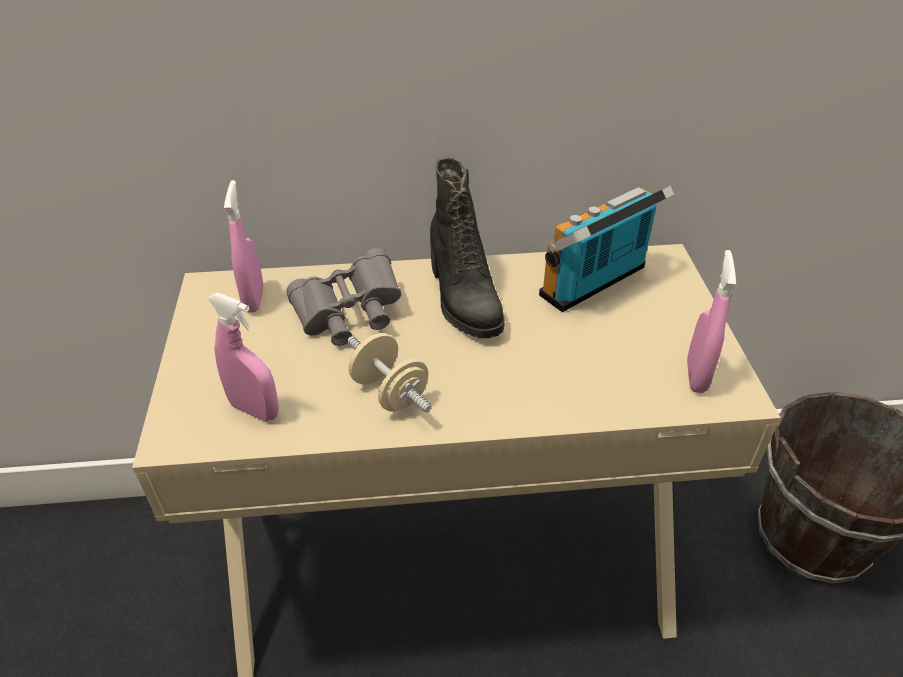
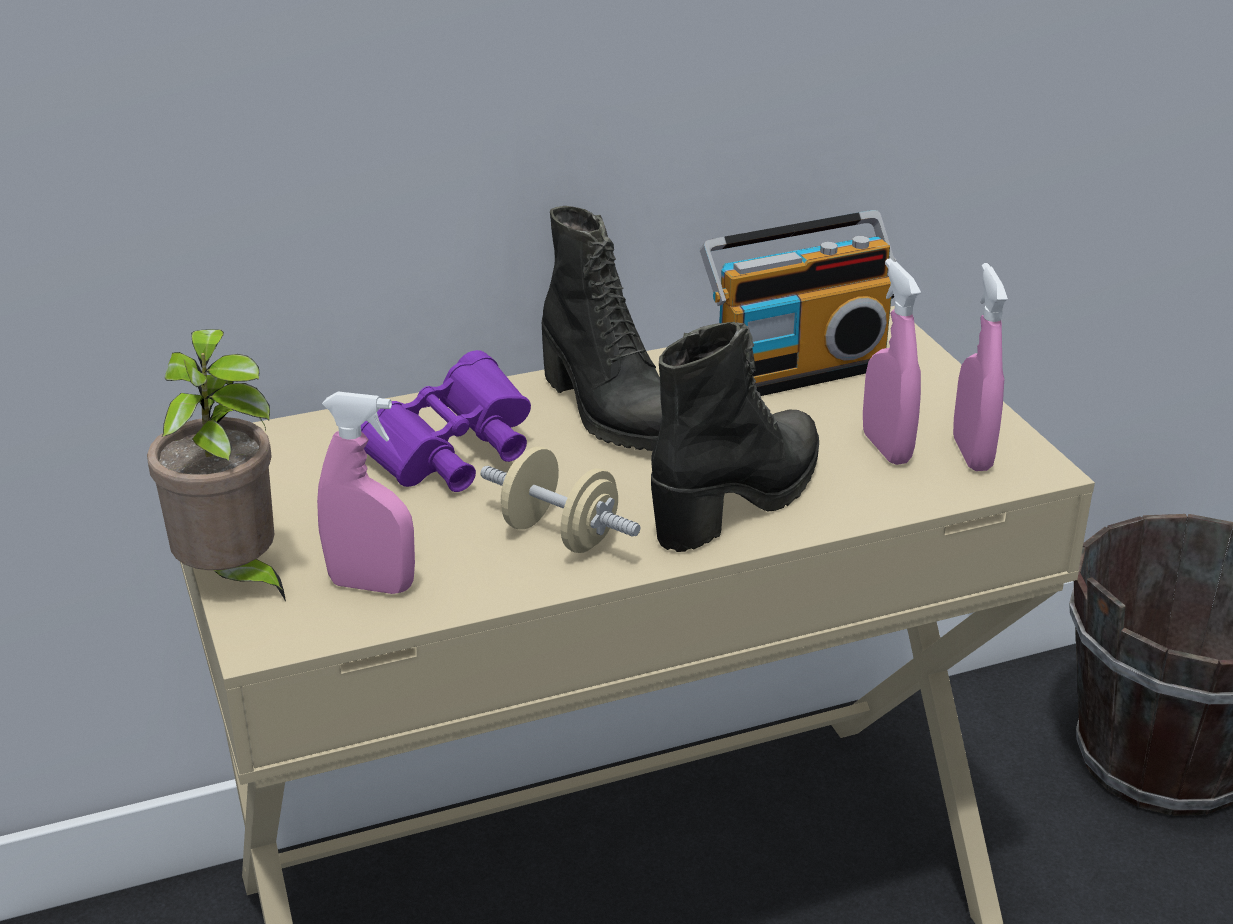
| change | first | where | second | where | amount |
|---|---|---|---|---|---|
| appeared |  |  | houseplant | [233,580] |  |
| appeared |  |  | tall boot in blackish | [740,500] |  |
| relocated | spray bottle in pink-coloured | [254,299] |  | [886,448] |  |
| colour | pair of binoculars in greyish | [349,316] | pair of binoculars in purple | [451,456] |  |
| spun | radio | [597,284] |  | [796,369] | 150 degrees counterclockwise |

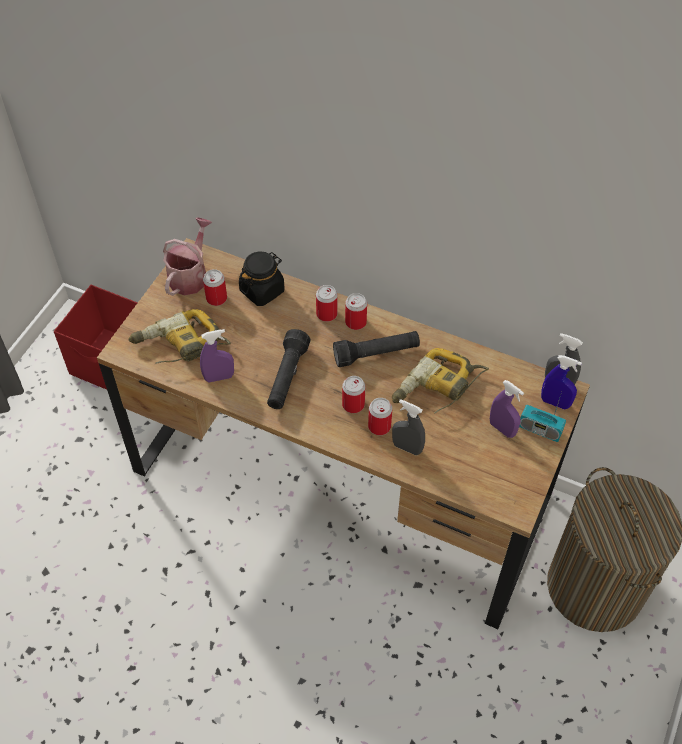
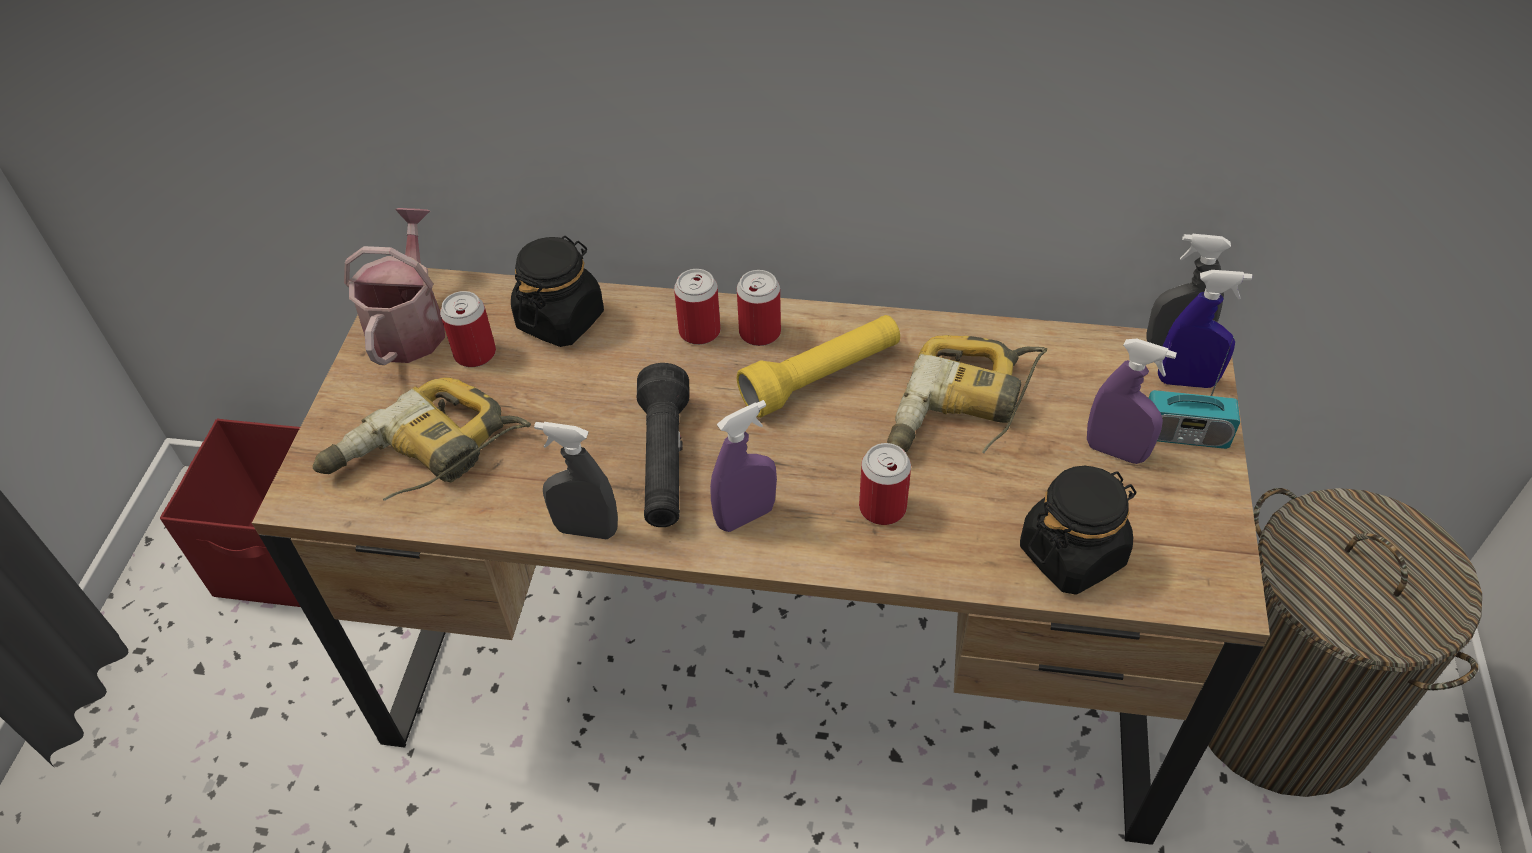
| change | first | where | second | where | amount |
|---|---|---|---|---|---|
| missing | metal can | [353,404] |  |  |  |
| appeared |  |  | storage jar in blackish | [1072,554] |  |
| relocated | spray bottle in purple | [219,377] |  | [745,516] |  |
| relocated | spray bottle in greyish | [407,448] |  | [586,530] |  |
| colour | flashlight in blackish | [376,354] | flashlight in yellowish | [821,378] |  |

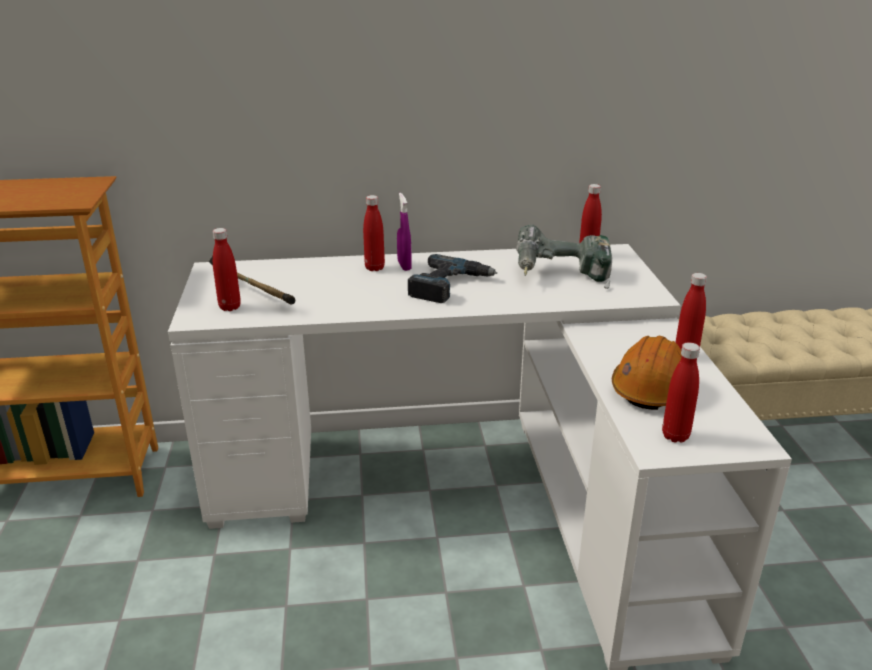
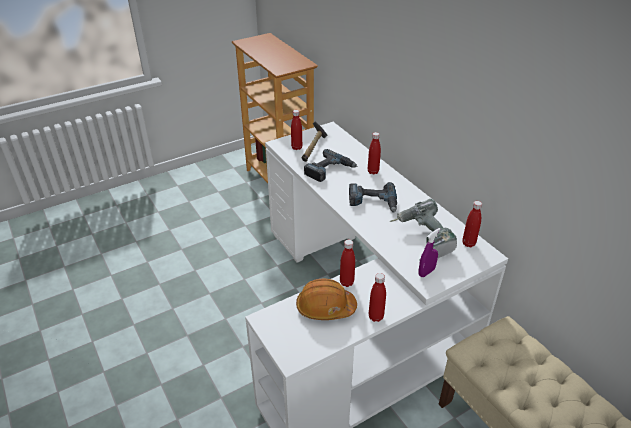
| change | first | where | second | where | amount |
|---|---|---|---|---|---|
| appeared |  |  | drill | [329,170] |  |
| relocated | spray bottle in purple | [404,266] |  | [426,272] |  |
| relocated | drink bottle in red-coloured | [675,436] |  | [346,282] |  |

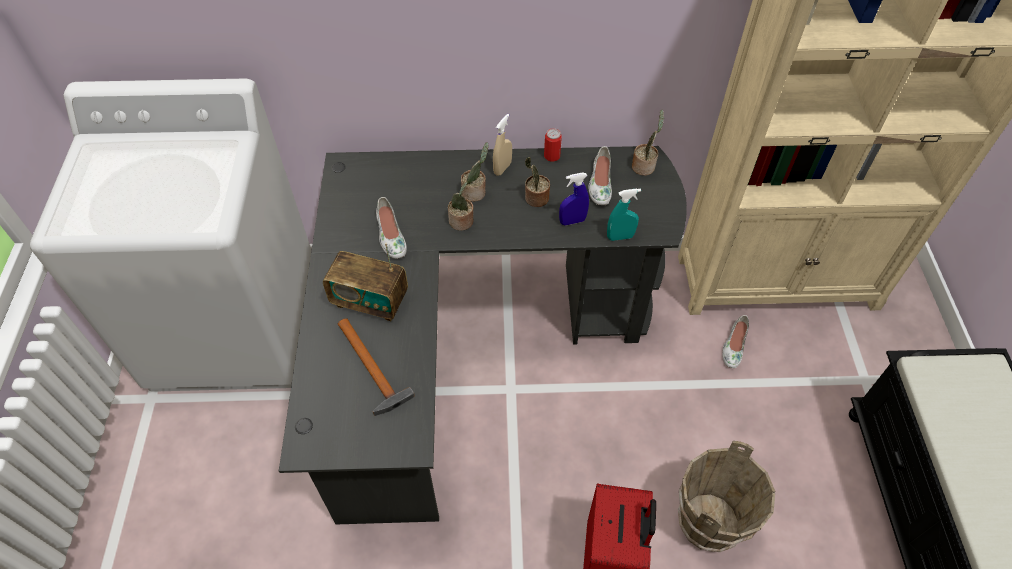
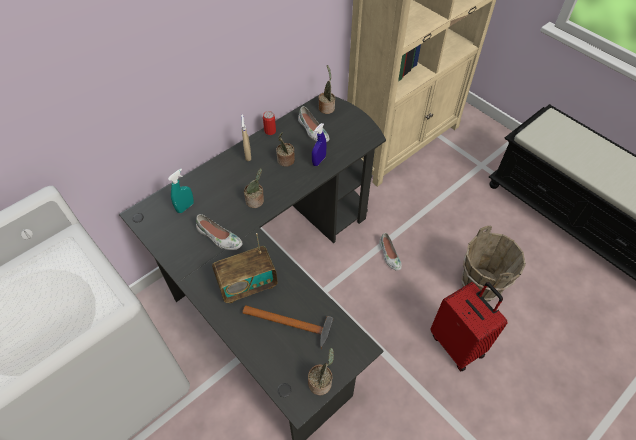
| change | first | where | second | where | amount |
|---|---|---|---|---|---|
| relocated | houseplant | [475,193] |  | [321,382] |  |
| relocated | spray bottle in turquoise-coloured | [620,237] |  | [185,207] |  |
| relocated | item of footwear in white-coloured | [734,346] |  | [389,255] |  |

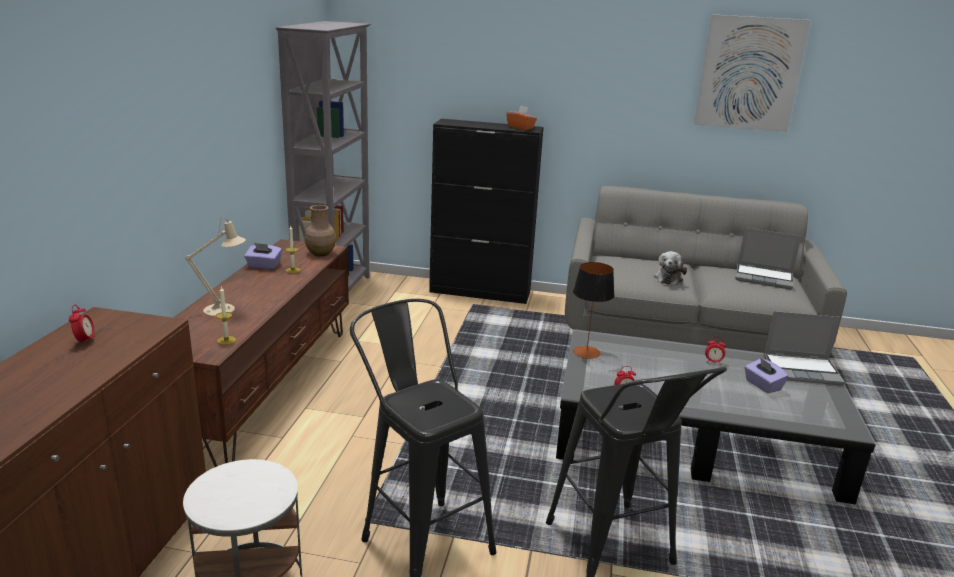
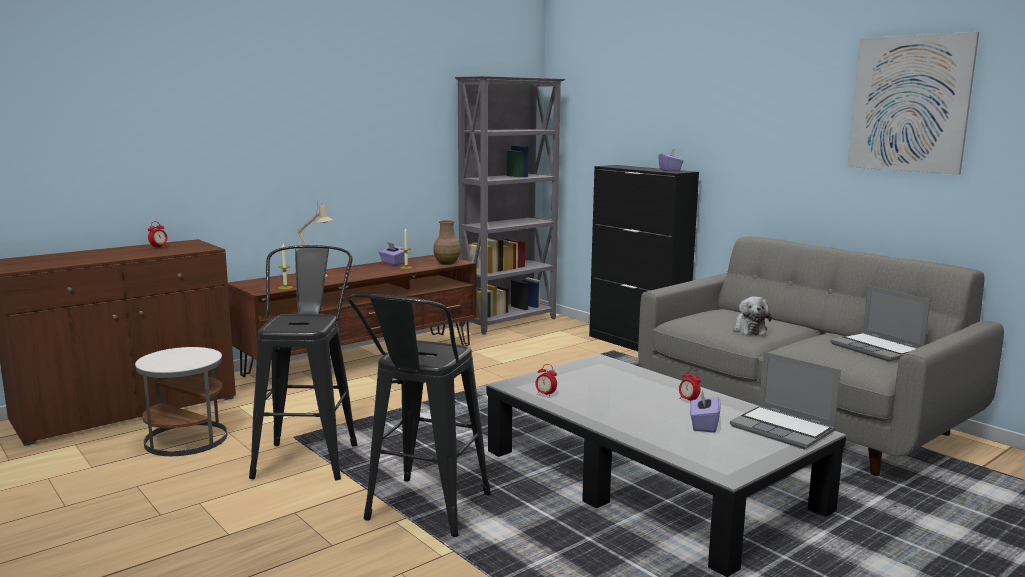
| change | first | where | second | where | amount |
|---|---|---|---|---|---|
| missing | tabletop lamp | [586,352] |  |  |  |
| colour | tissue box in orange | [520,128] | tissue box in purple | [670,170] |  |
| spun | cuddly toy | [668,278] |  | [749,329] | 60 degrees counterclockwise |

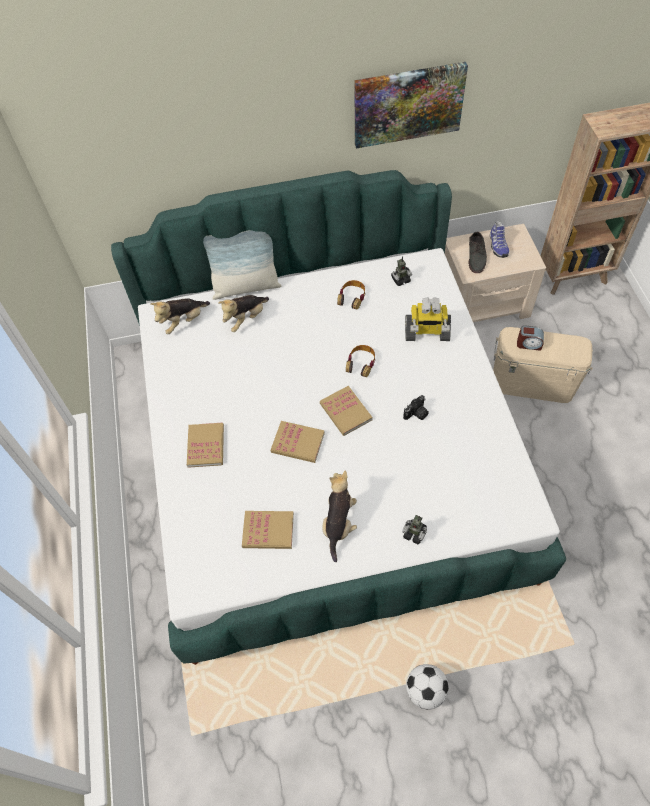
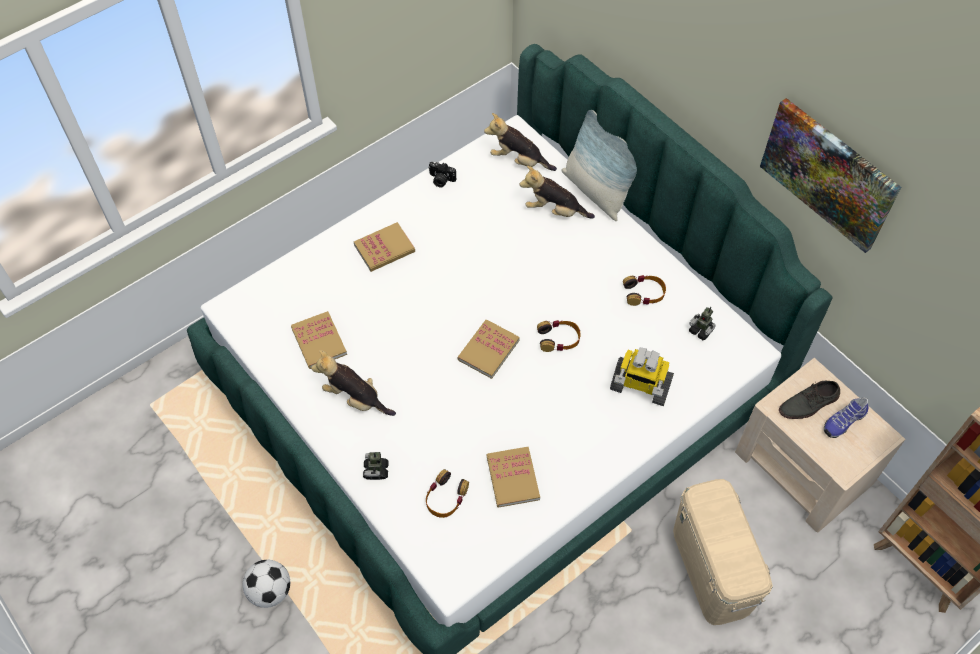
| change | first | where | second | where | amount |
|---|---|---|---|---|---|
| missing | table clock | [529,344] |  |  |  |
| appeared |  |  | pair of headphones | [446,497] |  |
| relocated | book | [298,443] |  | [513,478] |  |
| relocated | still camera | [416,414] |  | [441,180] |  |
| spun | cuddly toy | [339,523] |  | [355,398] | 135 degrees counterclockwise |
| spun | robot figure | [426,332] |  | [640,386] | 45 degrees counterclockwise |

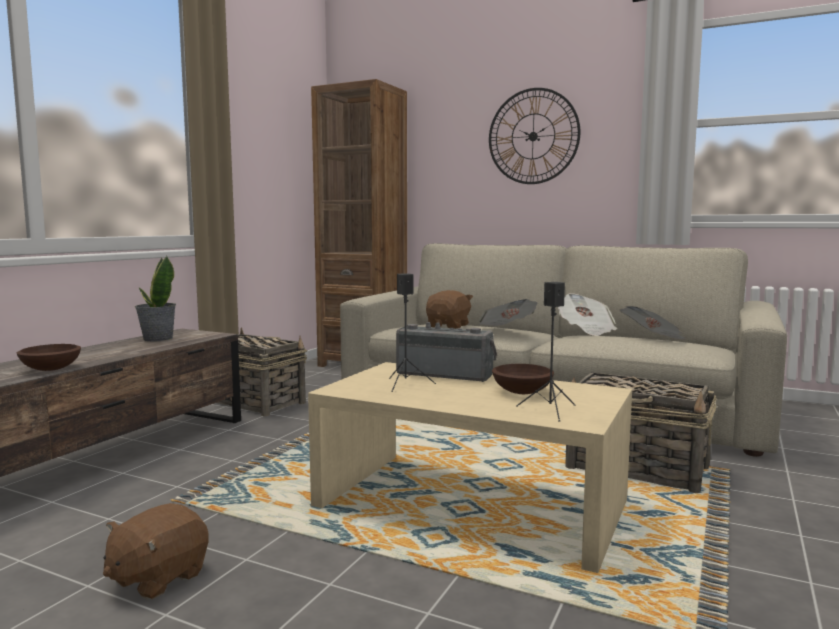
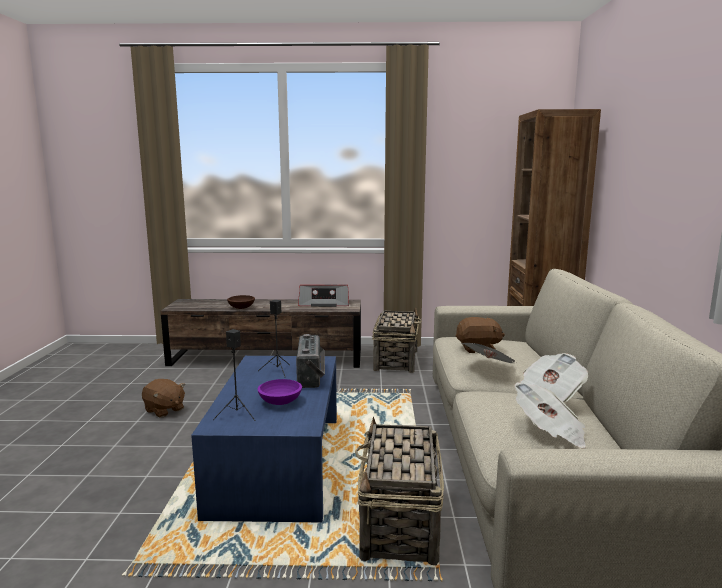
| change | first | where | second | where | amount |
|---|---|---|---|---|---|
| missing | hanging clock | [533,136] |  |  |  |
| exchanged | houseplant | [157,339] | radio | [324,303] |  |
| colour | low table in beige-coloured | [471,503] | low table in blue | [279,463] |  |
| colour | serving bowl in brown-coloured | [523,392] | serving bowl in purple | [280,402] |  |
| spun | cuddly toy in brown-coloured | [157,578] |  | [164,410] | 150 degrees counterclockwise |

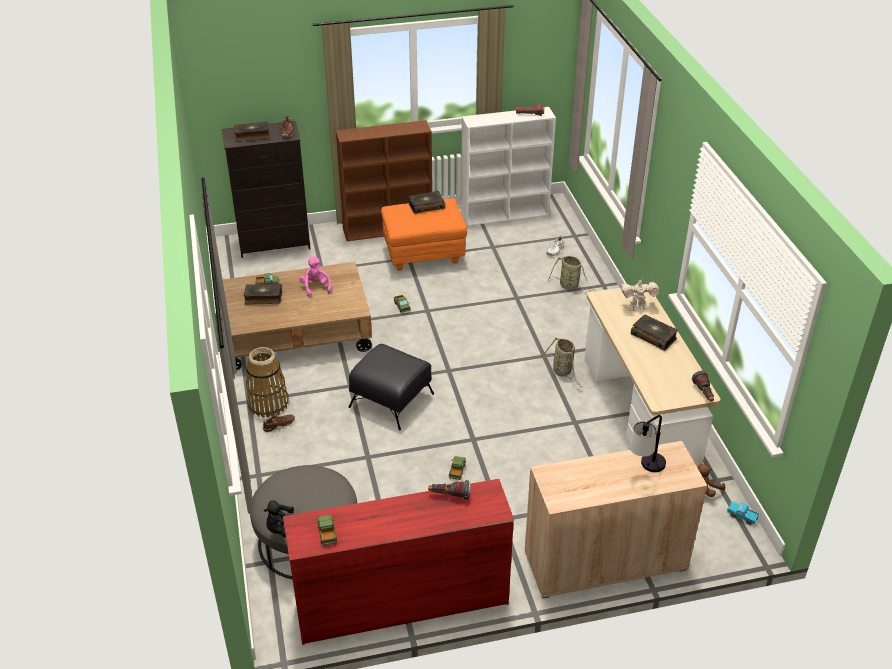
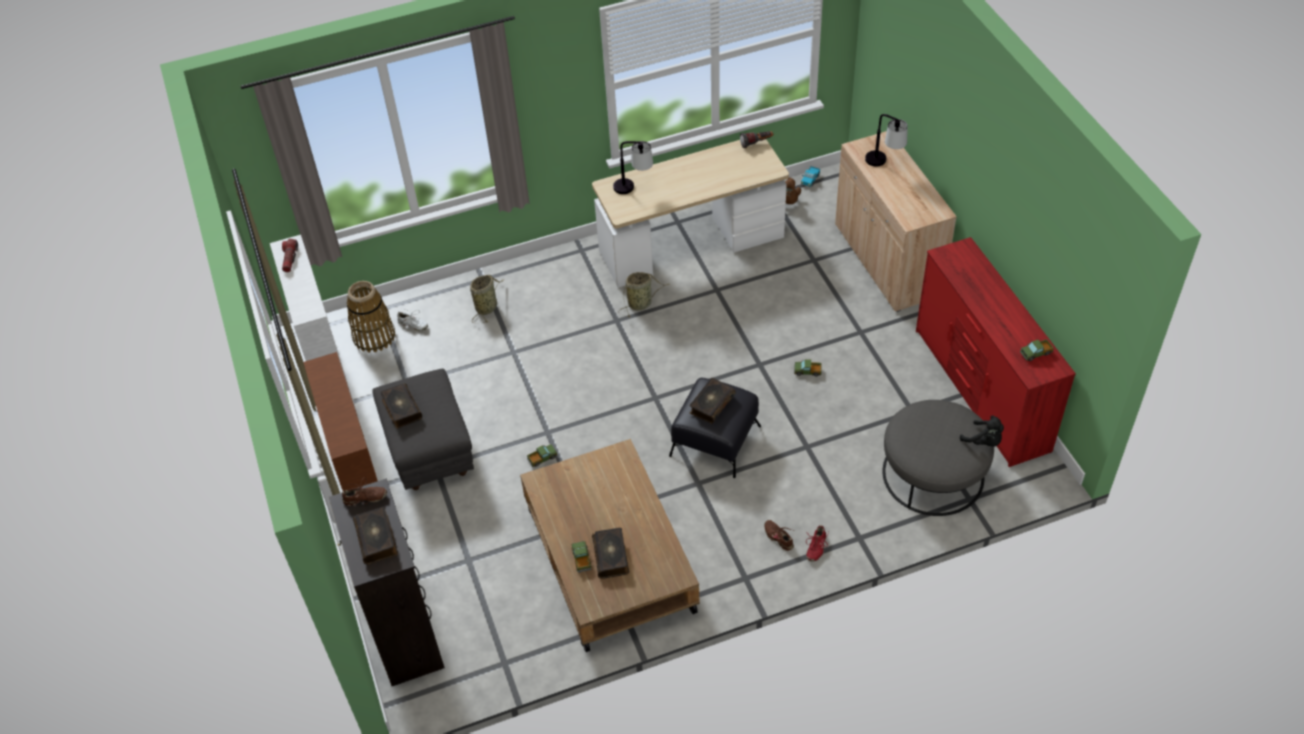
| change | first | where | second | where | amount |
|---|---|---|---|---|---|
| missing | cuddly toy in pink-coloured | [315,287] |  |  |  |
| missing | flashlight | [449,495] |  |  |  |
| appeared |  |  | item of footwear in red-coloured | [816,547] |  |
| relocated | storage basket | [268,403] |  | [374,337] |  |
| relocated | book | [654,336] |  | [711,404] |  |
| exchanged | robot figure | [637,307] | tabletop lamp | [633,187] |  |
| colour | pouffe in orange | [424,255] | pouffe in greyish | [429,452] |  |

